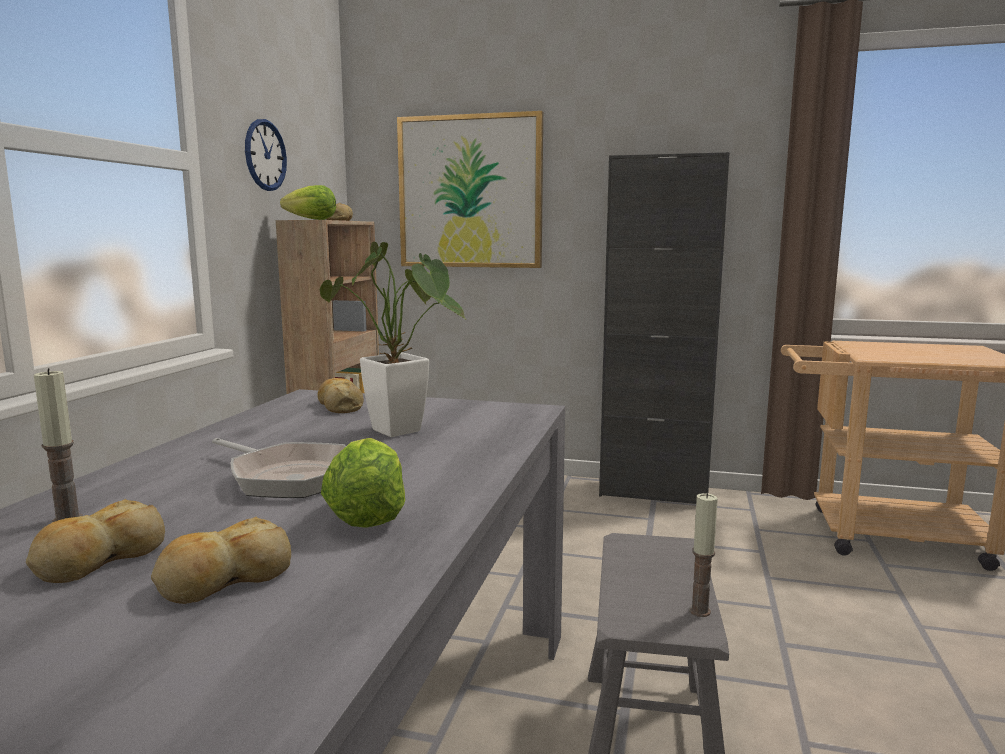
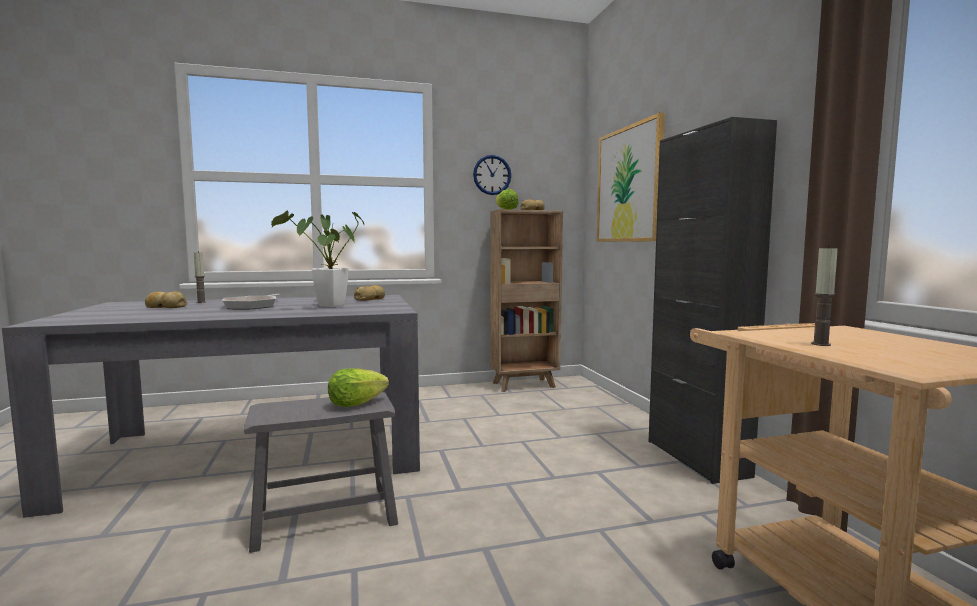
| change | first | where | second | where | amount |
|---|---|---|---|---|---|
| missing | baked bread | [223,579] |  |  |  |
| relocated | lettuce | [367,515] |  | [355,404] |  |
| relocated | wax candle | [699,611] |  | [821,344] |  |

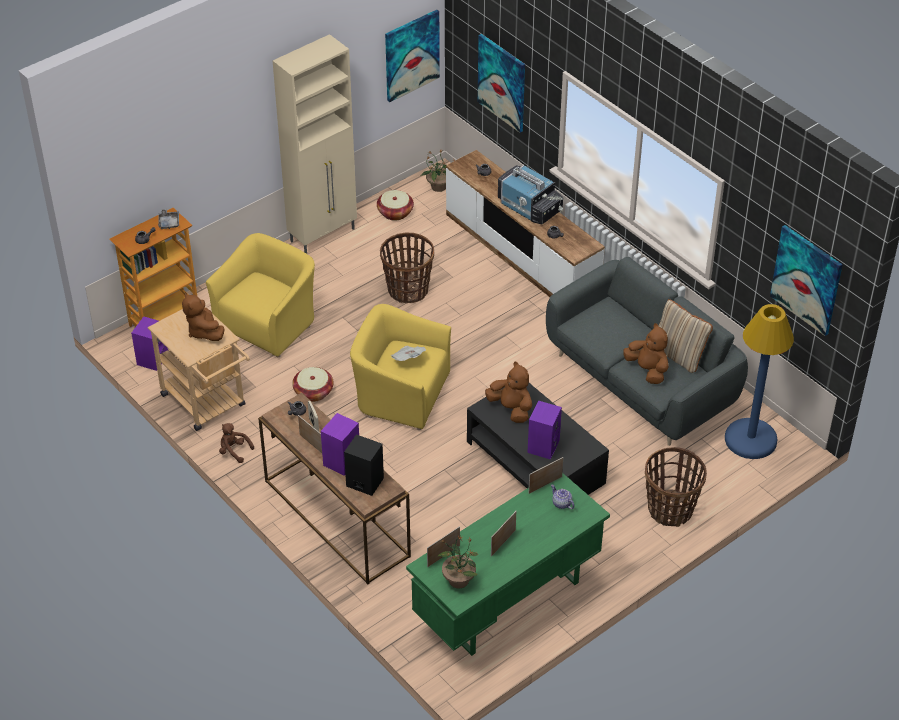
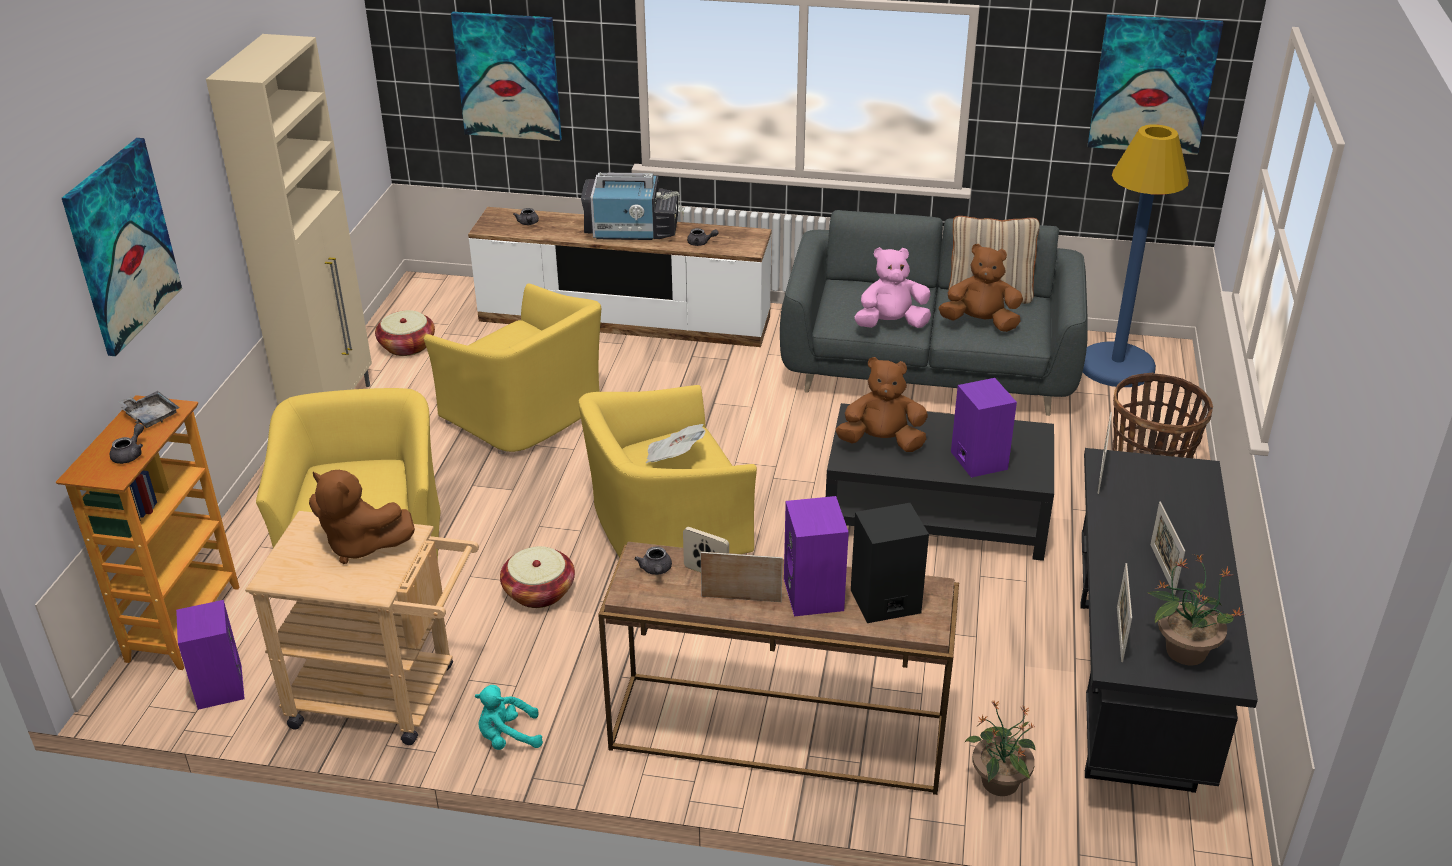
| change | first | where | second | where | amount |
|---|---|---|---|---|---|
| missing | pot for tea | [562,504] |  |  |  |
| appeared |  |  | cuddly toy in pink-coloured | [891,324] |  |
| relocated | picture | [411,55] |  | [122,246] |  |
| relocated | houseplant | [438,187] |  | [999,783] |  |
| exchanged | storage basket | [407,290] | easy chair in yellowish | [526,415] |  |
| colour | cuddly toy in brown-coloured | [234,451] | cuddly toy in turquoise-coloured | [507,737] |  |
| colour | desk table in green-coloured | [507,602] | desk table in blackish | [1135,692] |  |

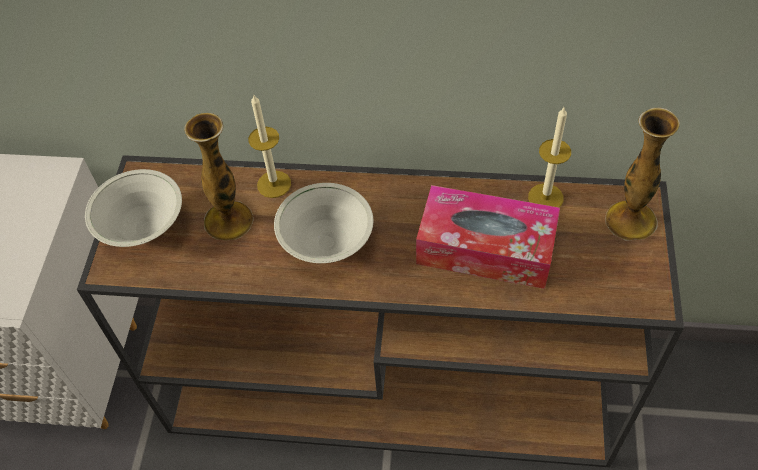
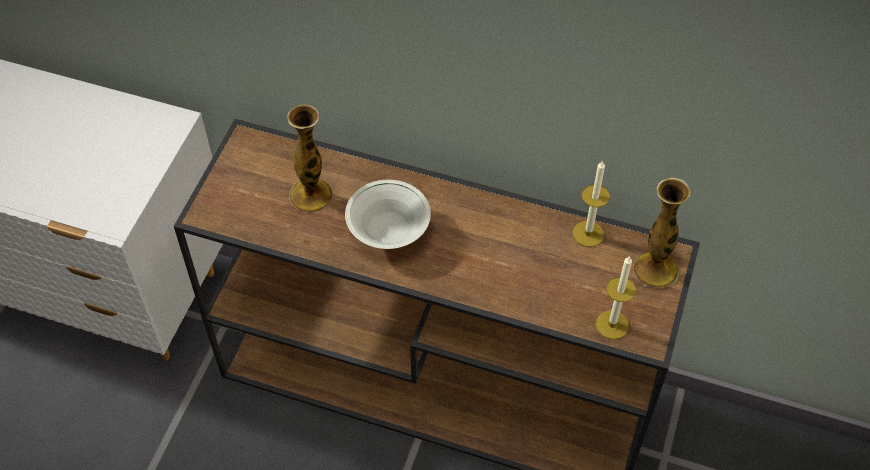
| change | first | where | second | where | amount |
|---|---|---|---|---|---|
| missing | serving bowl in white-coloured | [143,228] |  |  |  |
| missing | tissue box | [485,248] |  |  |  |
| relocated | wax candle | [274,184] |  | [612,324] |  |

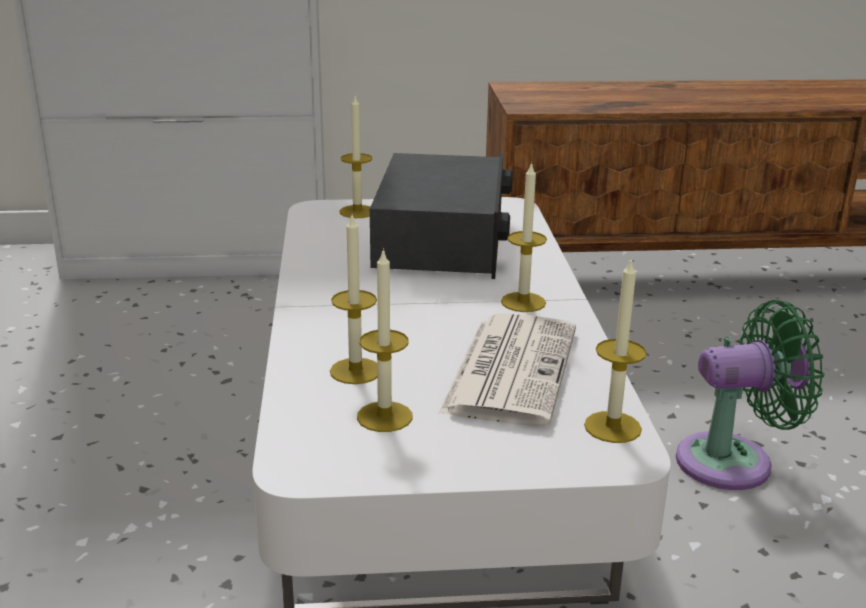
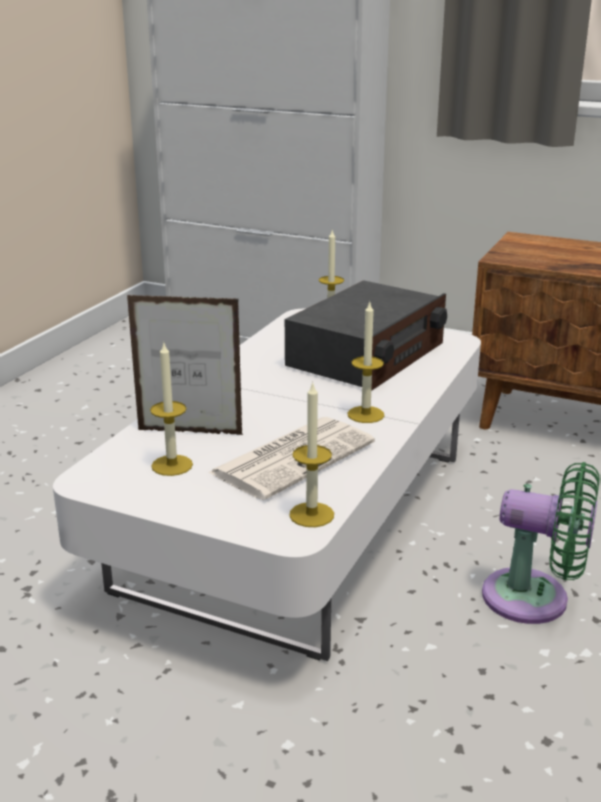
| change | first | where | second | where | amount |
|---|---|---|---|---|---|
| exchanged | wax candle | [355,371] | photo frame | [190,432] |  |

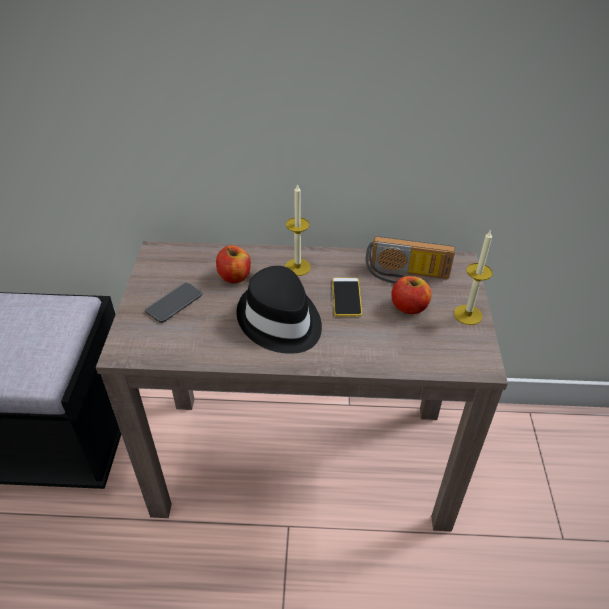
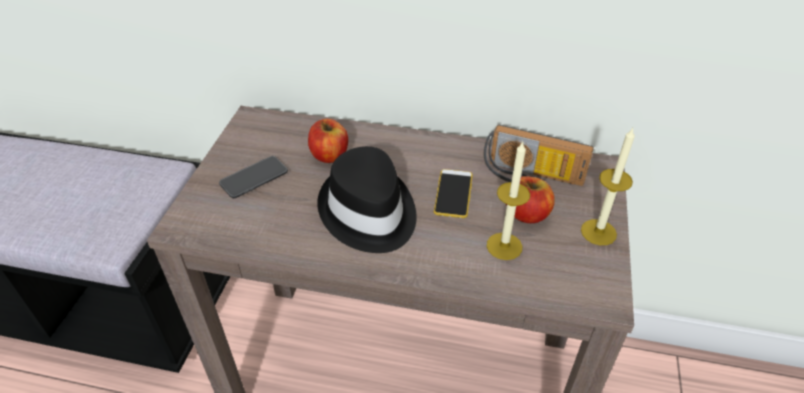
| change | first | where | second | where | amount |
|---|---|---|---|---|---|
| relocated | wax candle | [297,267] |  | [504,246] |  |

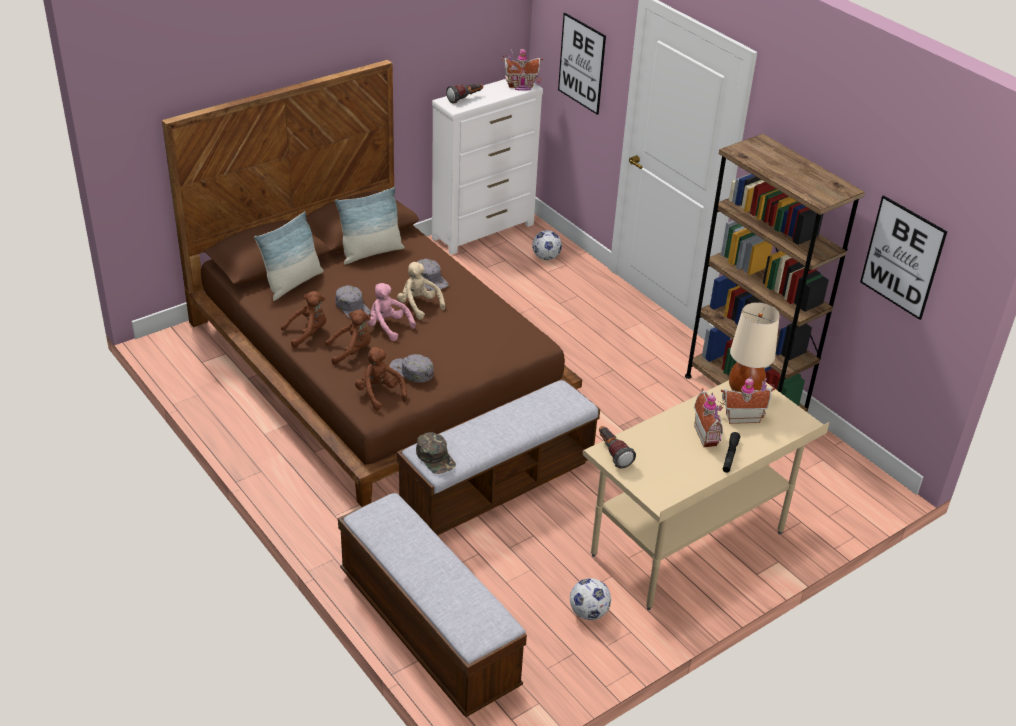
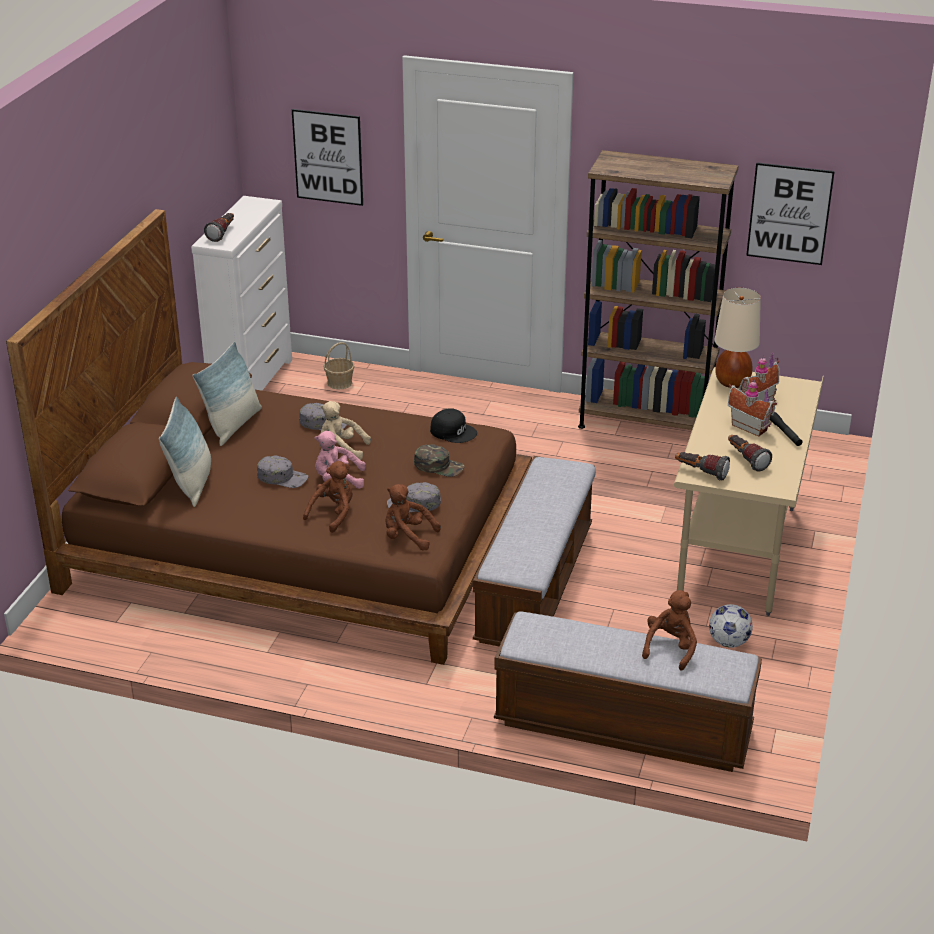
| change | first | where | second | where | amount |
|---|---|---|---|---|---|
| missing | model house | [521,86] |  |  |  |
| appeared |  |  | baseball cap in blackish | [453,431] |  |
| appeared |  |  | flashlight | [745,460] |  |
| relocated | cuddly toy in brown-coloured | [308,333] |  | [670,648] |  |
| relocated | baseball cap in green-coloured | [436,457] |  | [439,466] |  |
| exchanged | football | [546,257] | storage basket | [340,383] |  |

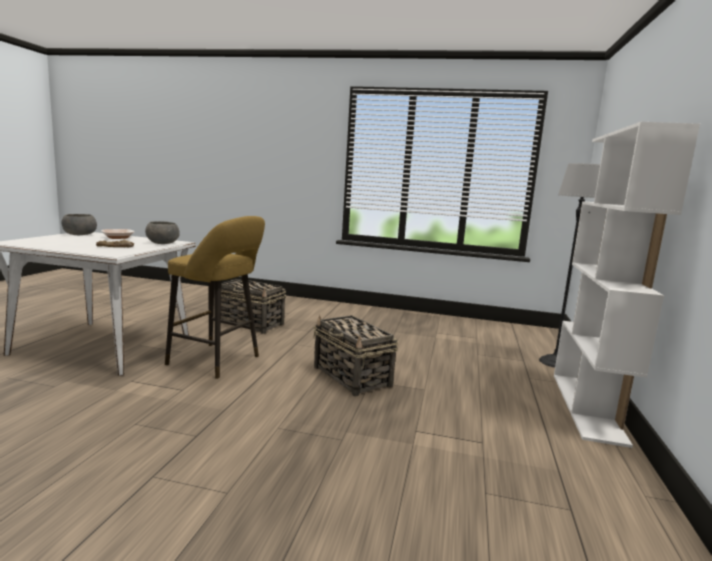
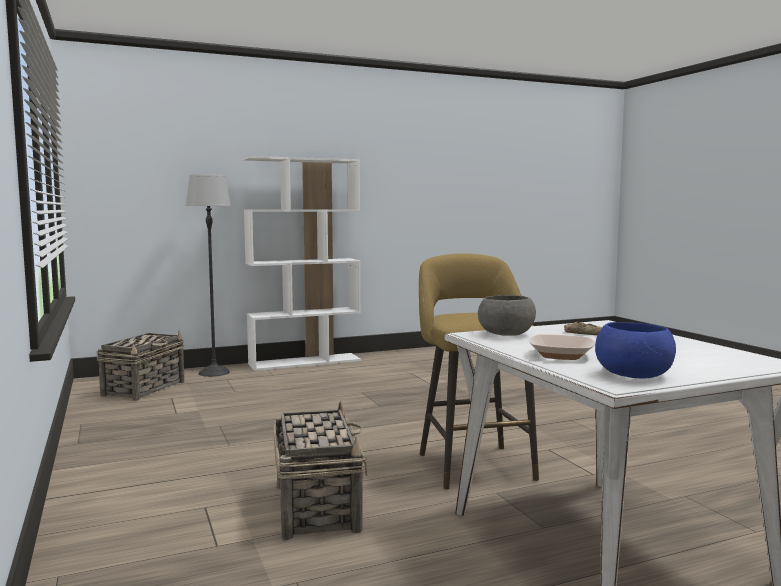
| change | first | where | second | where | amount |
|---|---|---|---|---|---|
| relocated | storage basket | [352,377] |  | [144,388] |  |
| colour | serving bowl in greyish | [79,234] | serving bowl in blue | [634,374] |  |

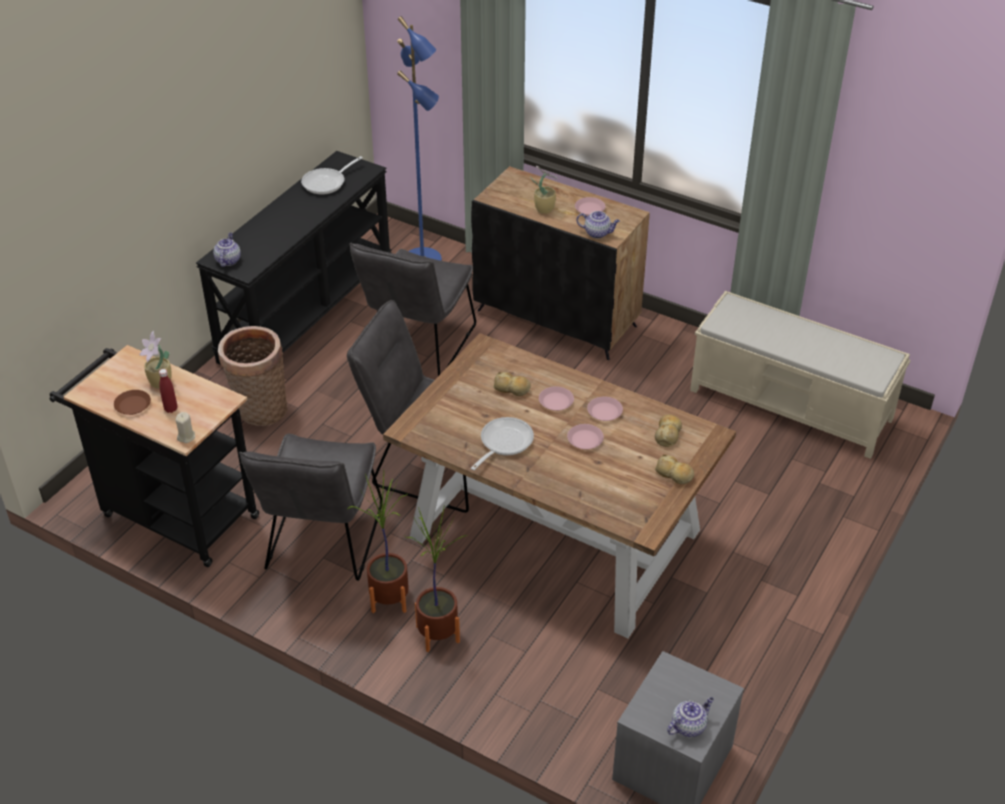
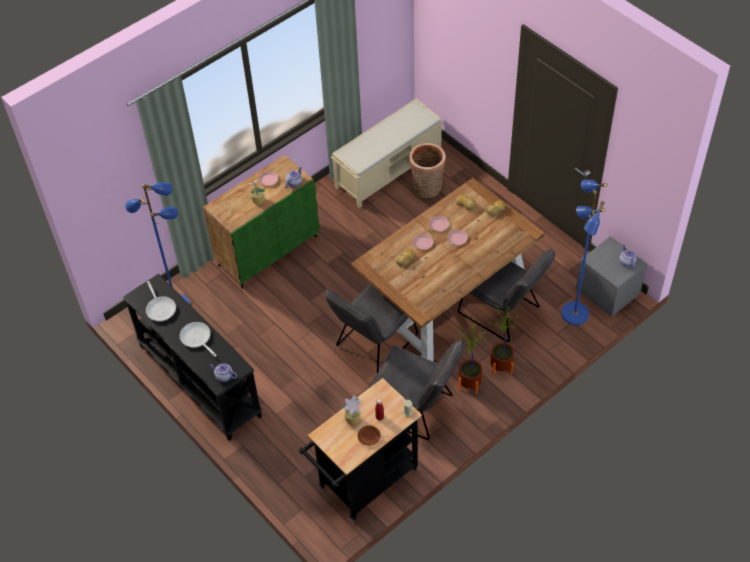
| change | first | where | second | where | amount |
|---|---|---|---|---|---|
| appeared |  |  | standing lamp in blue | [573,314] |  |
| relocated | storage basket | [259,410] |  | [427,189] |  |
| relocated | chair in greyish | [417,347] |  | [503,313] |  |
| relocated | frying pan | [503,443] |  | [197,339] |  |
| colour | storage cabinet in blackish | [557,318] | storage cabinet in green-coloured | [268,250] |  |

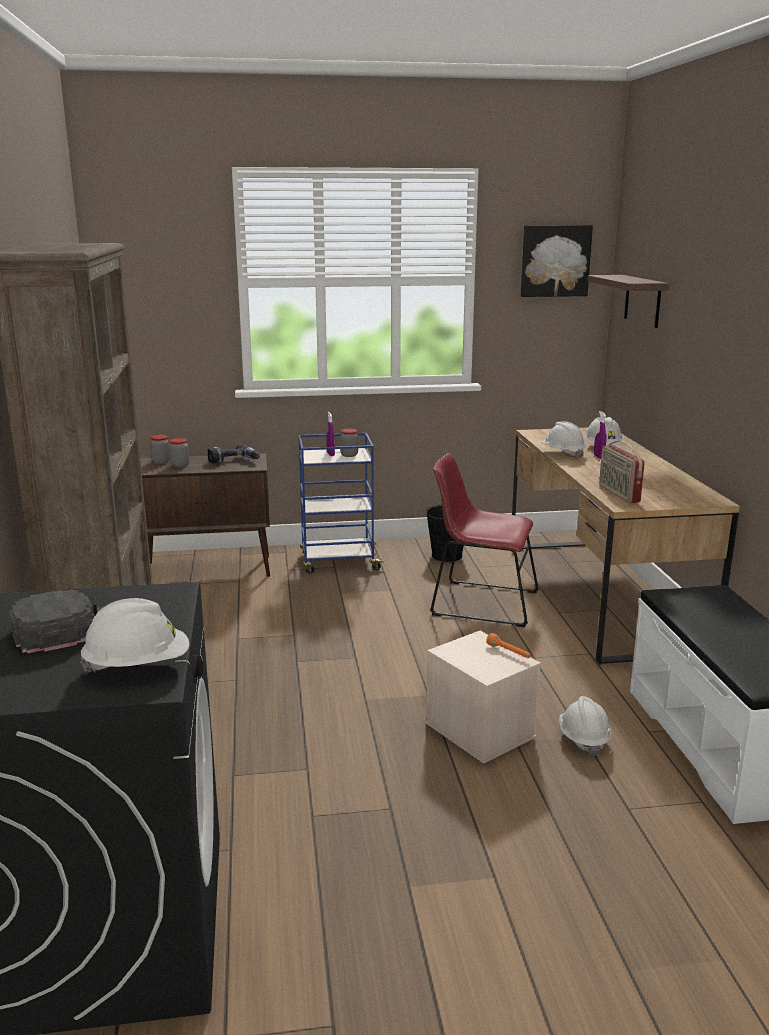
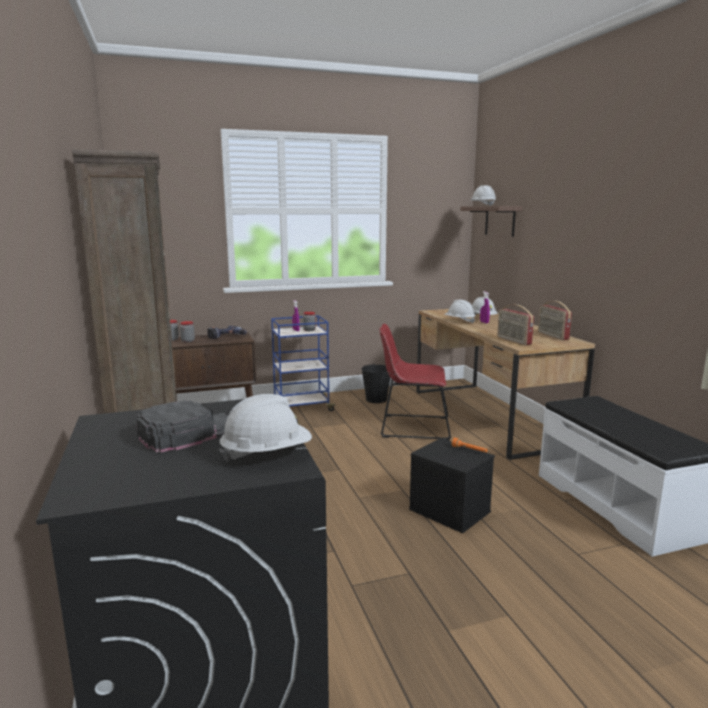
| change | first | where | second | where | amount |
|---|---|---|---|---|---|
| missing | picture | [555,260] |  |  |  |
| appeared |  |  | radio | [552,336] |  |
| relocated | work helmet in white-coloured | [583,739] |  | [482,206] |  |
| colour | storage bin in beige-coloured | [478,730] | storage bin in blackish | [448,510] |  |

